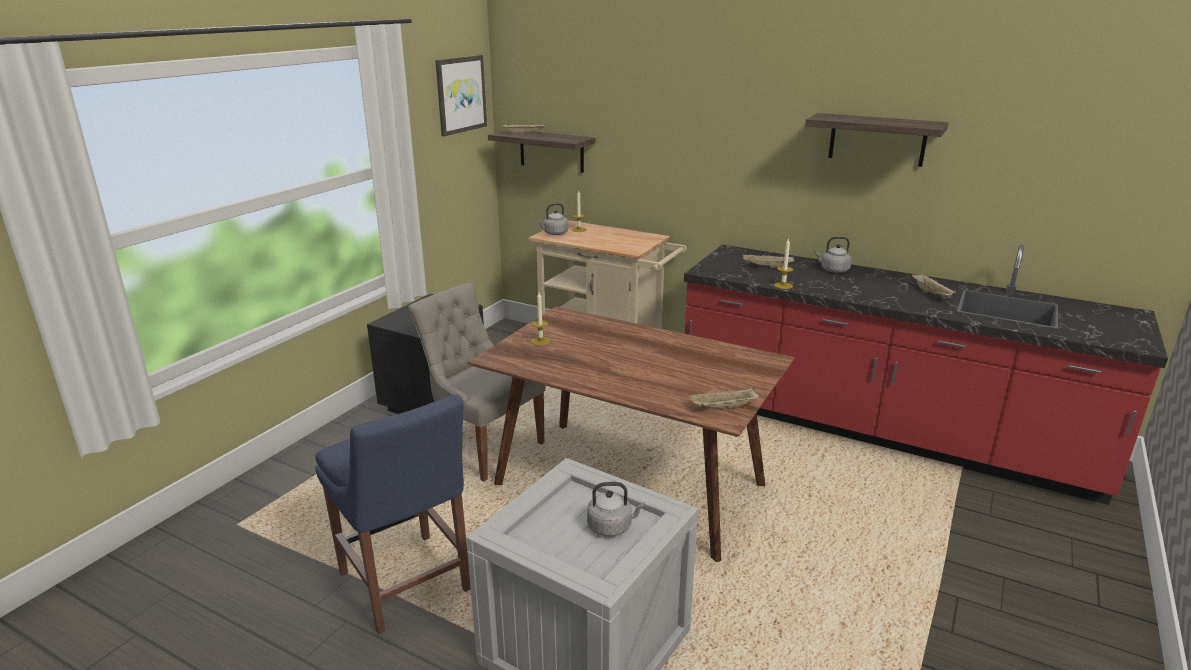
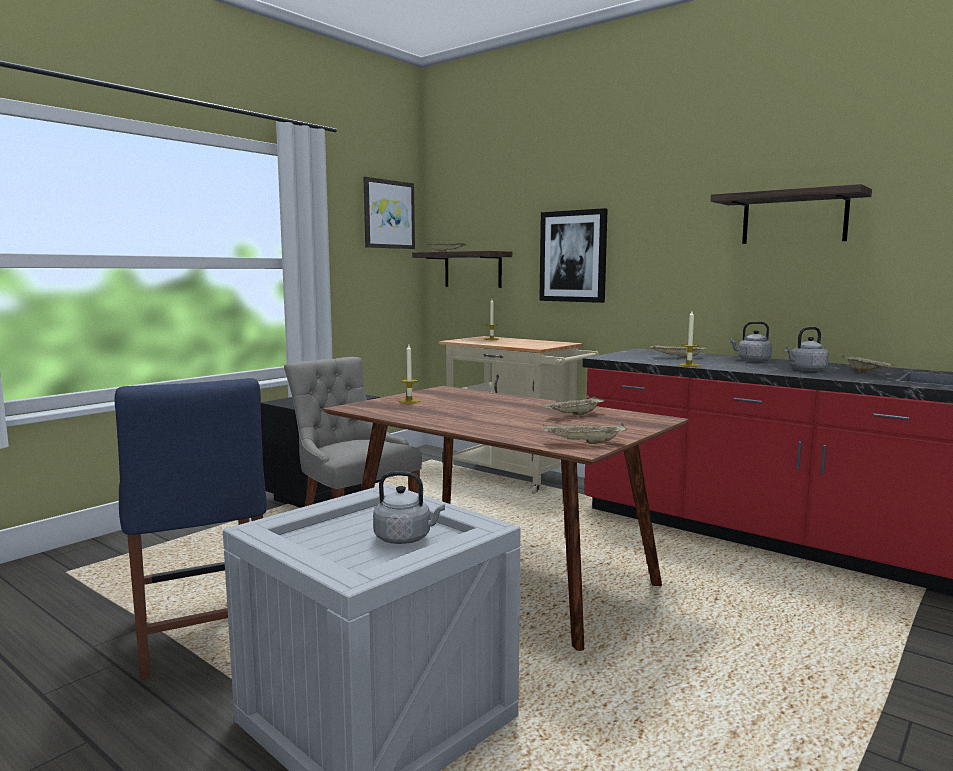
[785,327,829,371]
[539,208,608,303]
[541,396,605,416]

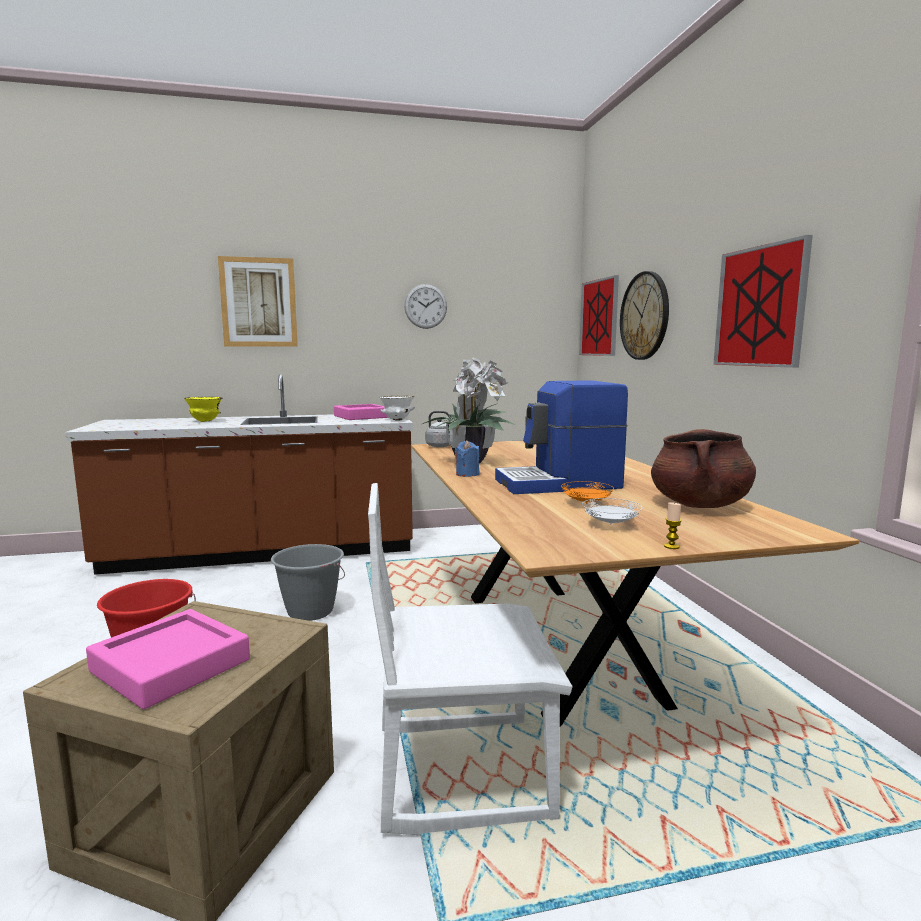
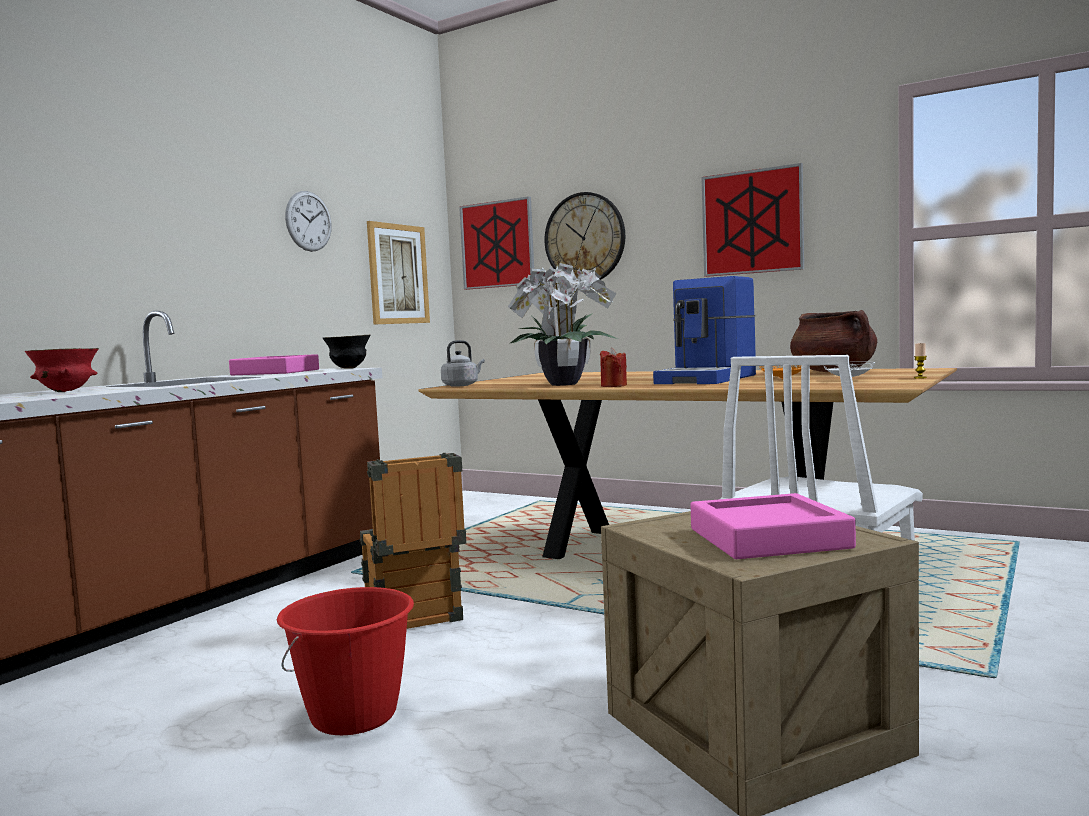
[25,348,99,392]
[367,221,430,324]
[360,453,466,629]
[323,335,370,369]
[600,348,627,387]

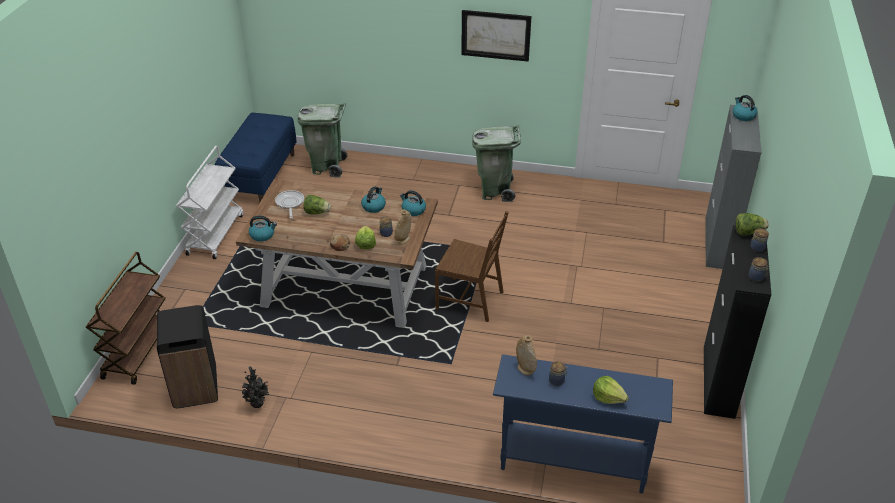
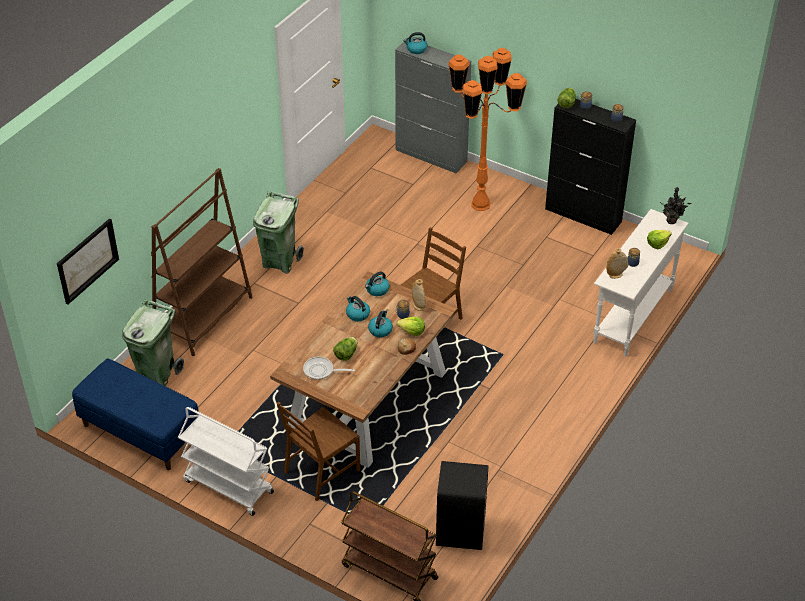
[660,187,691,224]
[368,310,393,337]
[57,218,119,305]
[593,209,689,356]
[151,168,253,356]
[277,402,360,501]
[448,48,527,211]

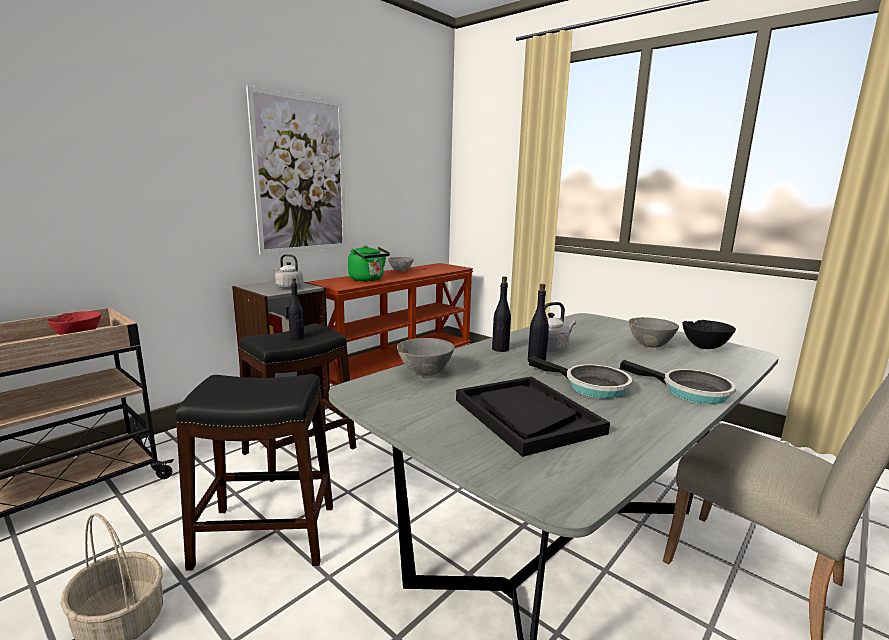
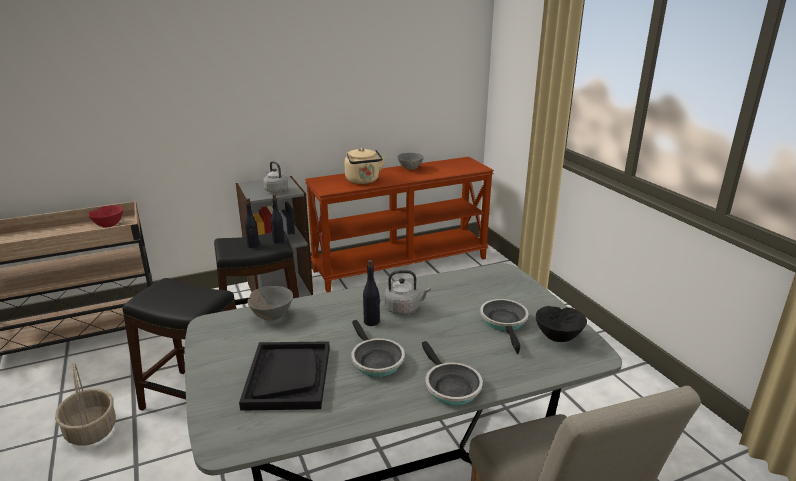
[246,86,346,255] (first image)
[344,148,385,184]
[271,194,284,244]
[480,299,529,354]

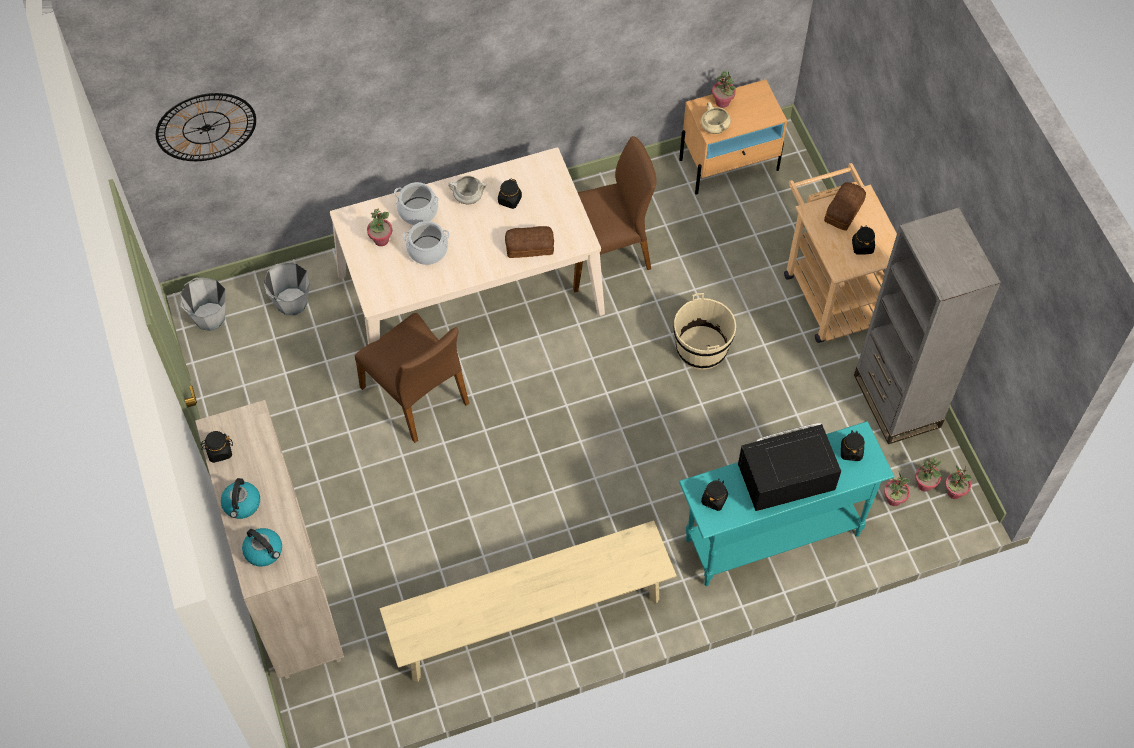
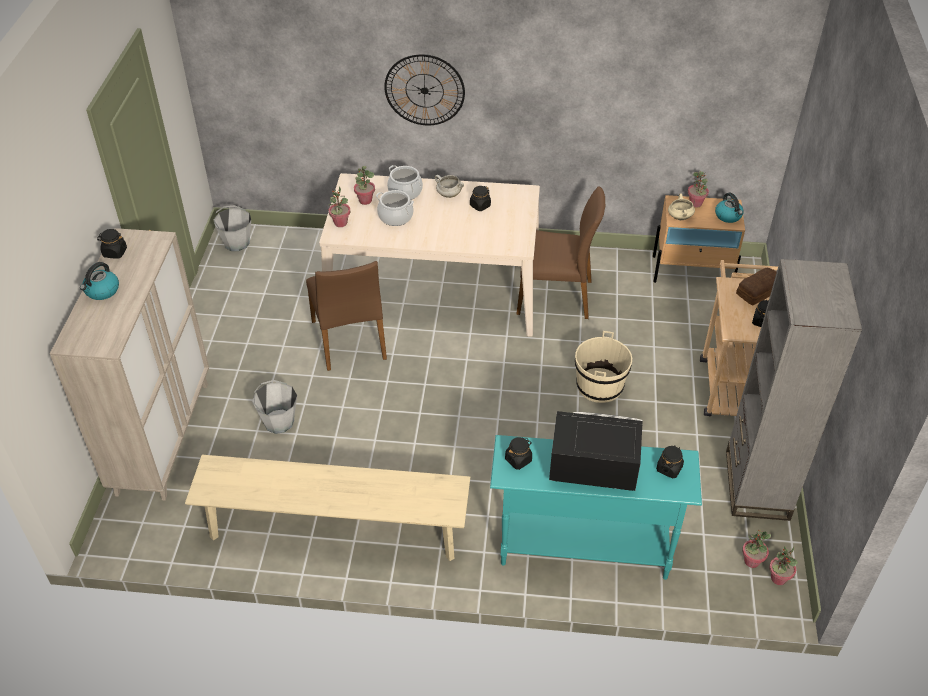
[384,54,465,125]
[715,193,744,223]
[252,380,297,434]
[505,226,554,258] (first image)
[328,186,350,227]

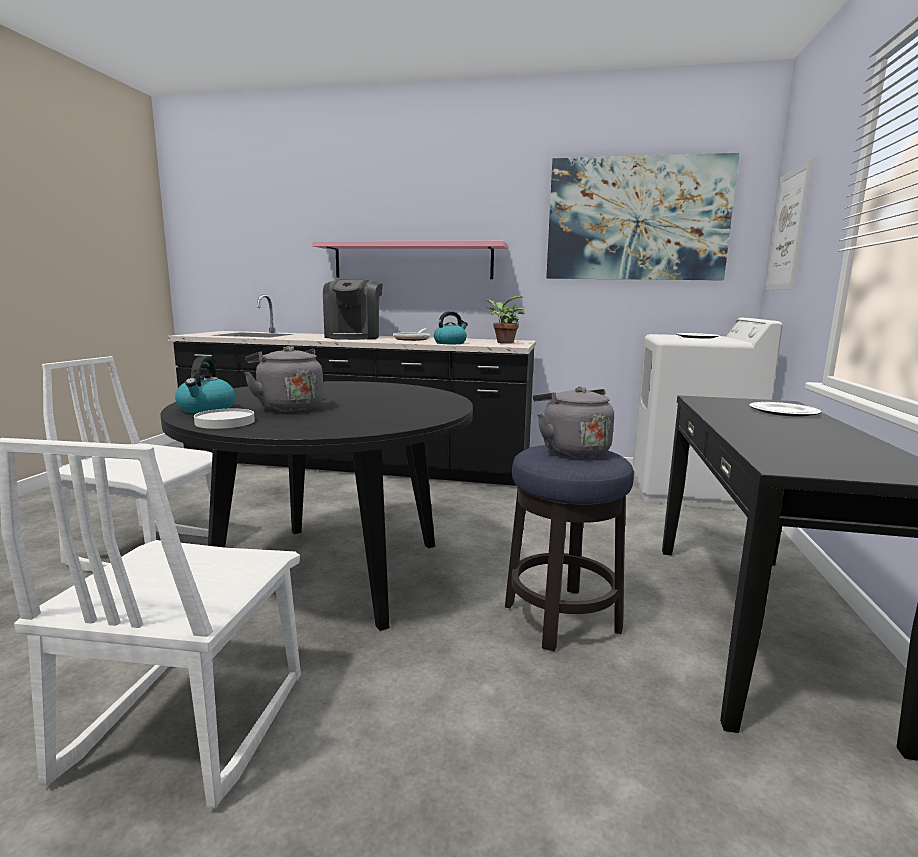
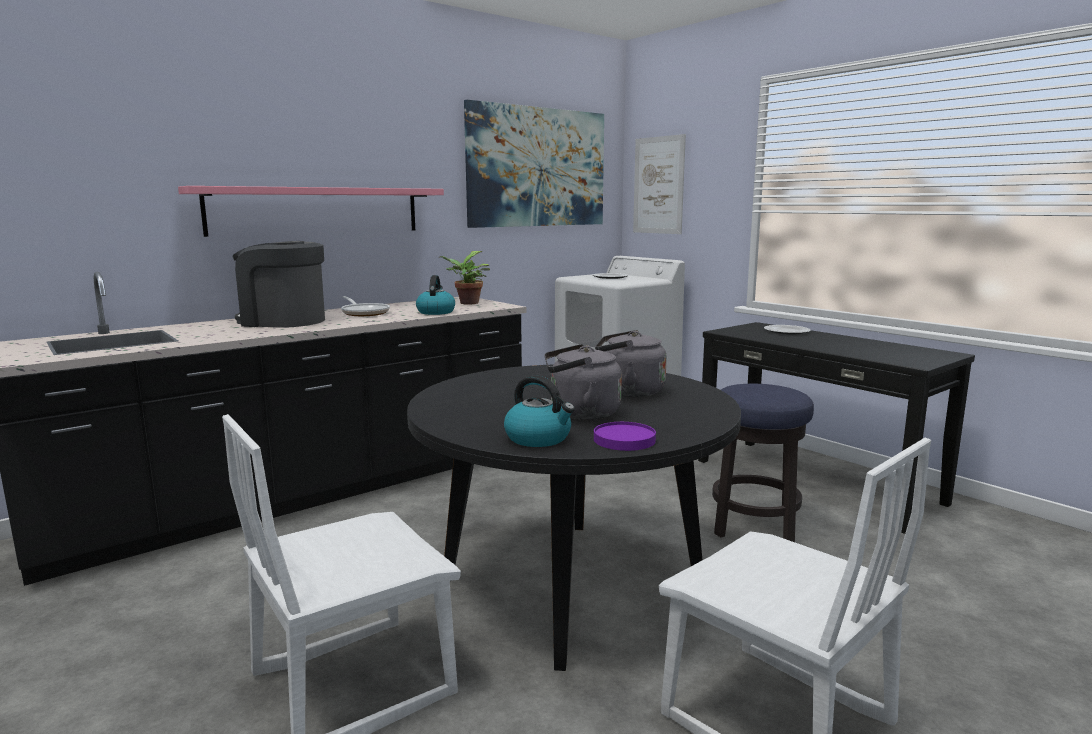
[594,422,656,451]
[232,241,325,328]
[595,330,667,397]

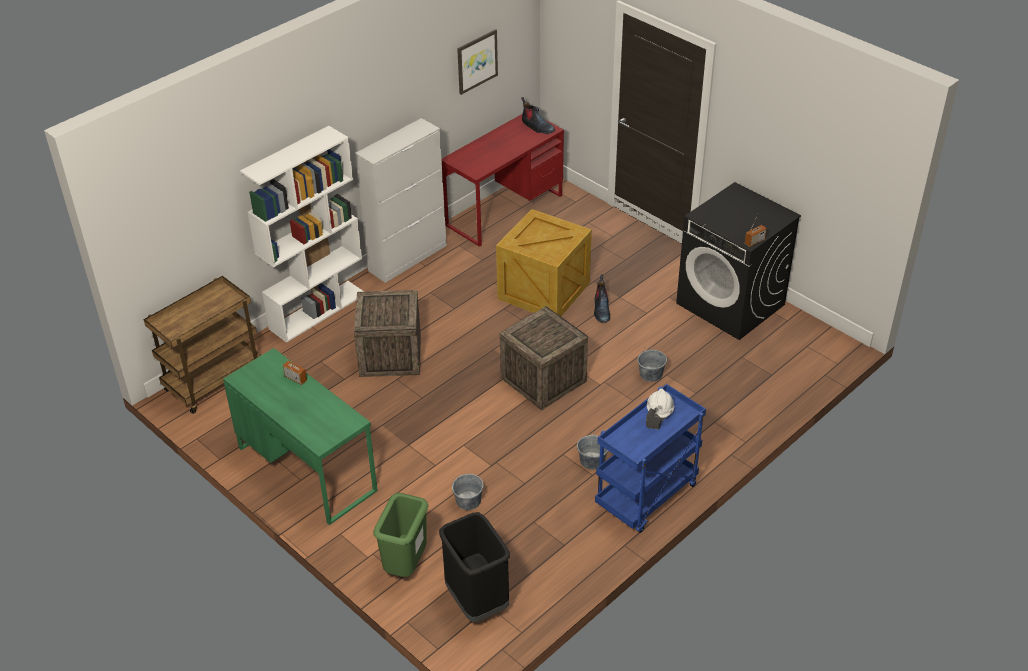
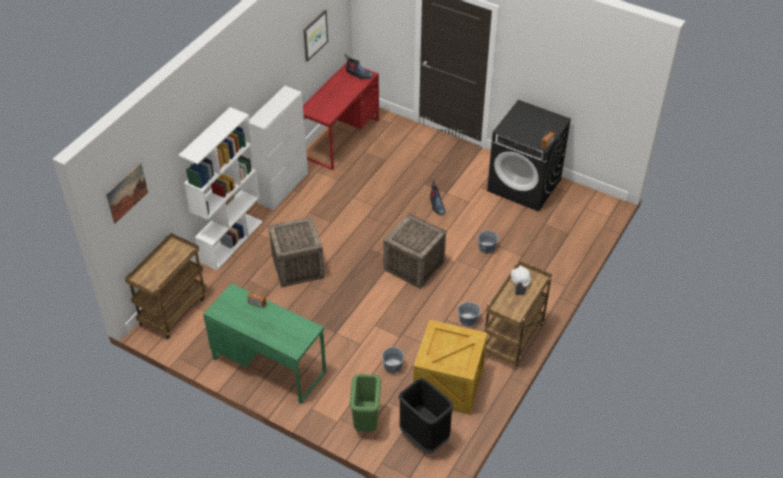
[413,320,487,415]
[485,261,552,366]
[106,163,148,224]

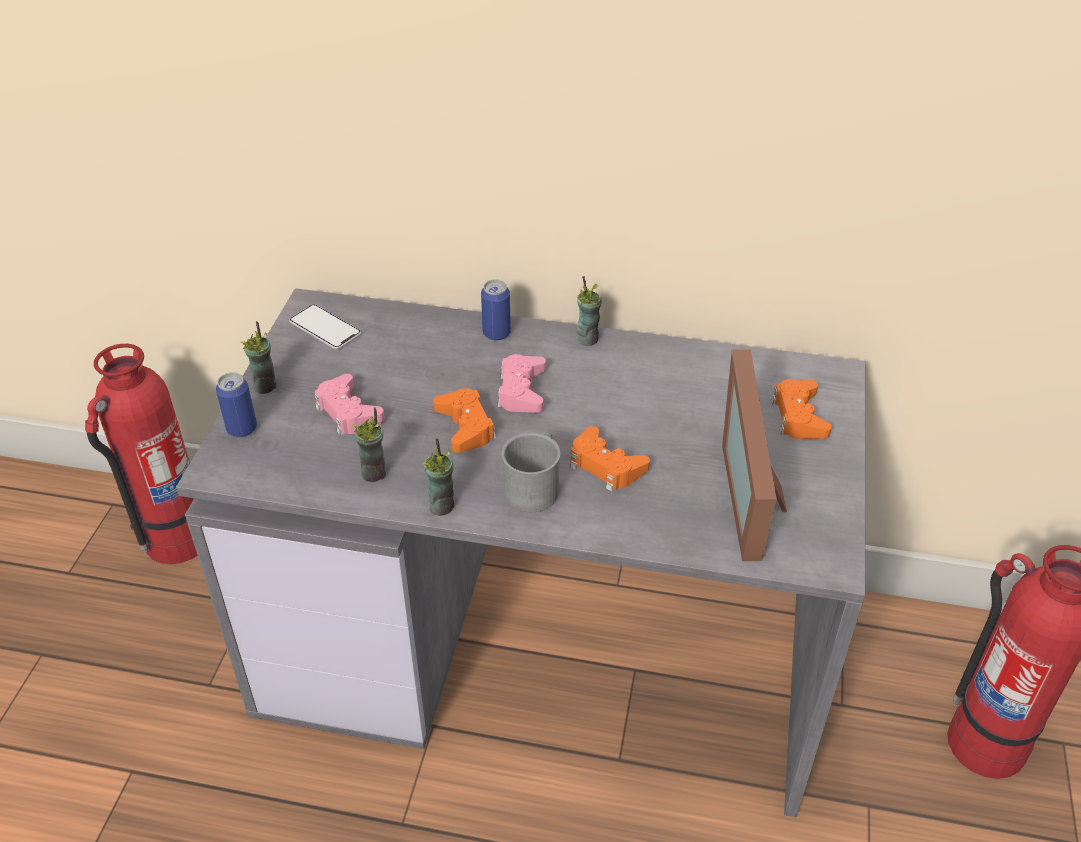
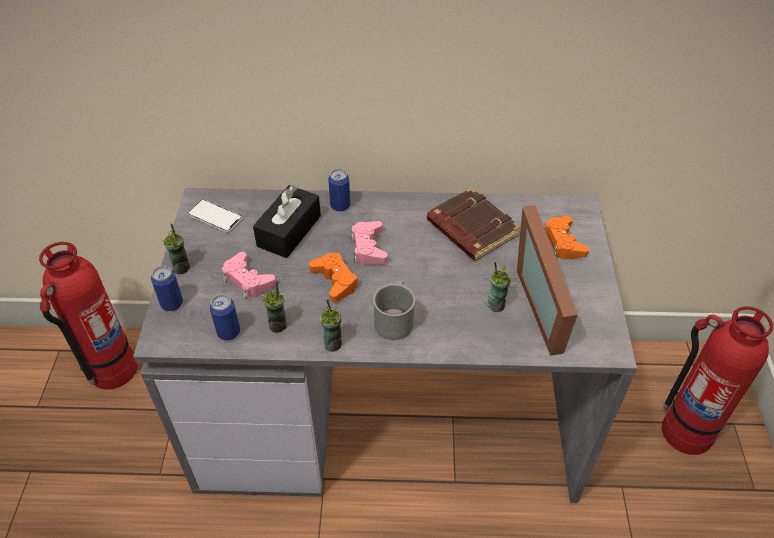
[570,426,650,492] (first image)
[486,262,511,312]
[210,294,240,340]
[253,185,321,258]
[427,188,520,261]

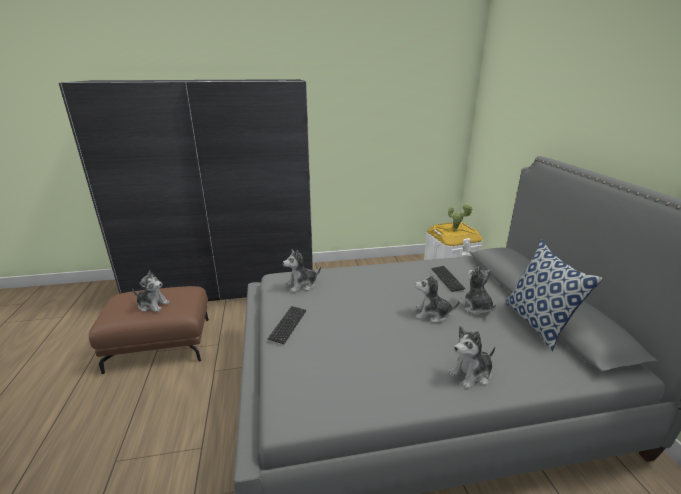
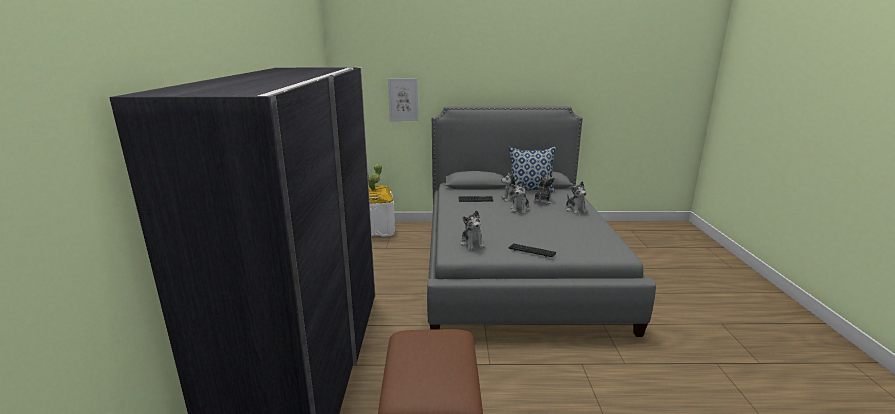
[533,173,555,204]
[388,78,418,121]

